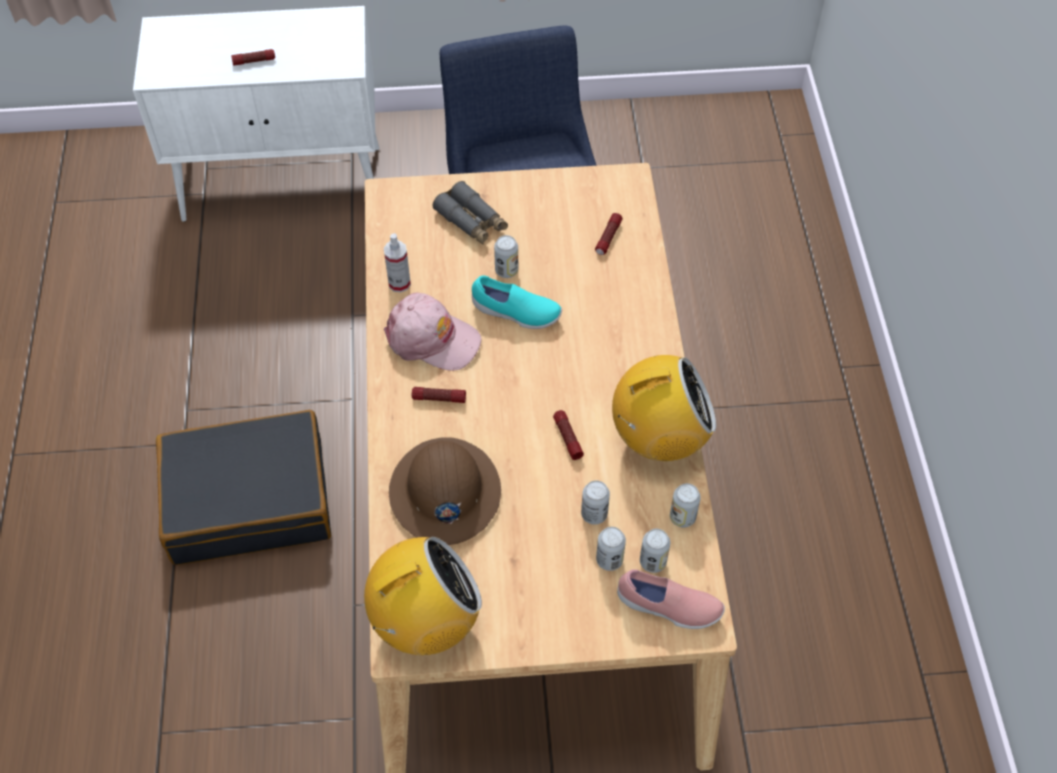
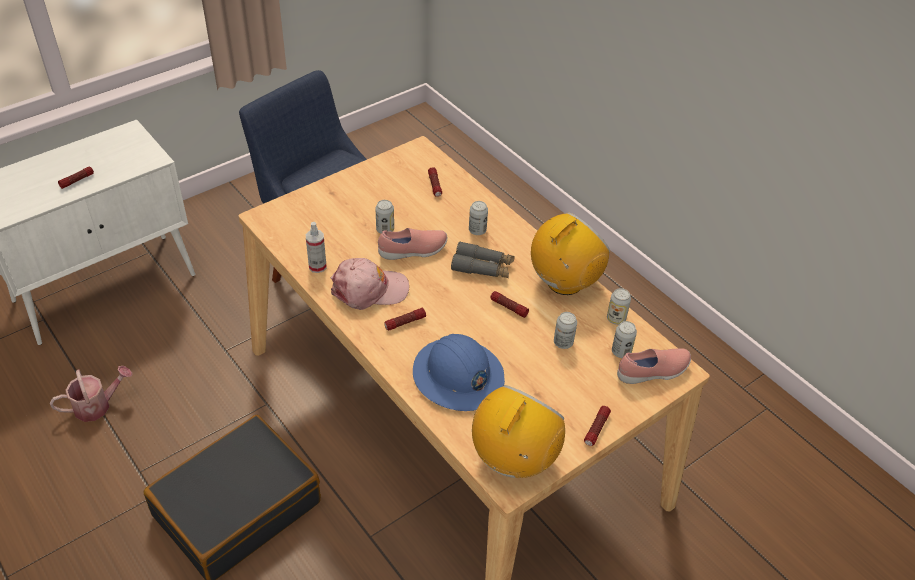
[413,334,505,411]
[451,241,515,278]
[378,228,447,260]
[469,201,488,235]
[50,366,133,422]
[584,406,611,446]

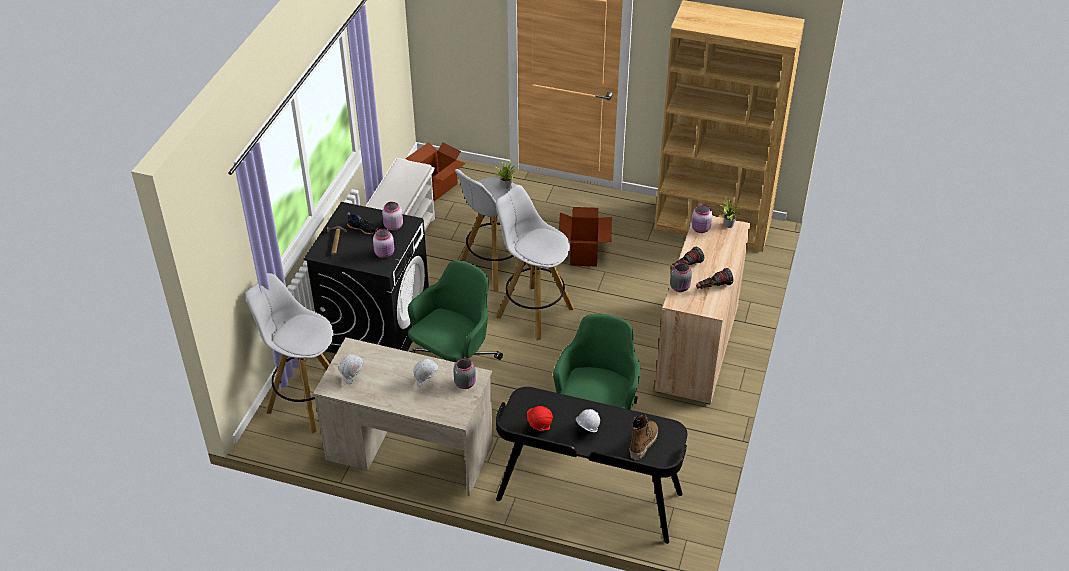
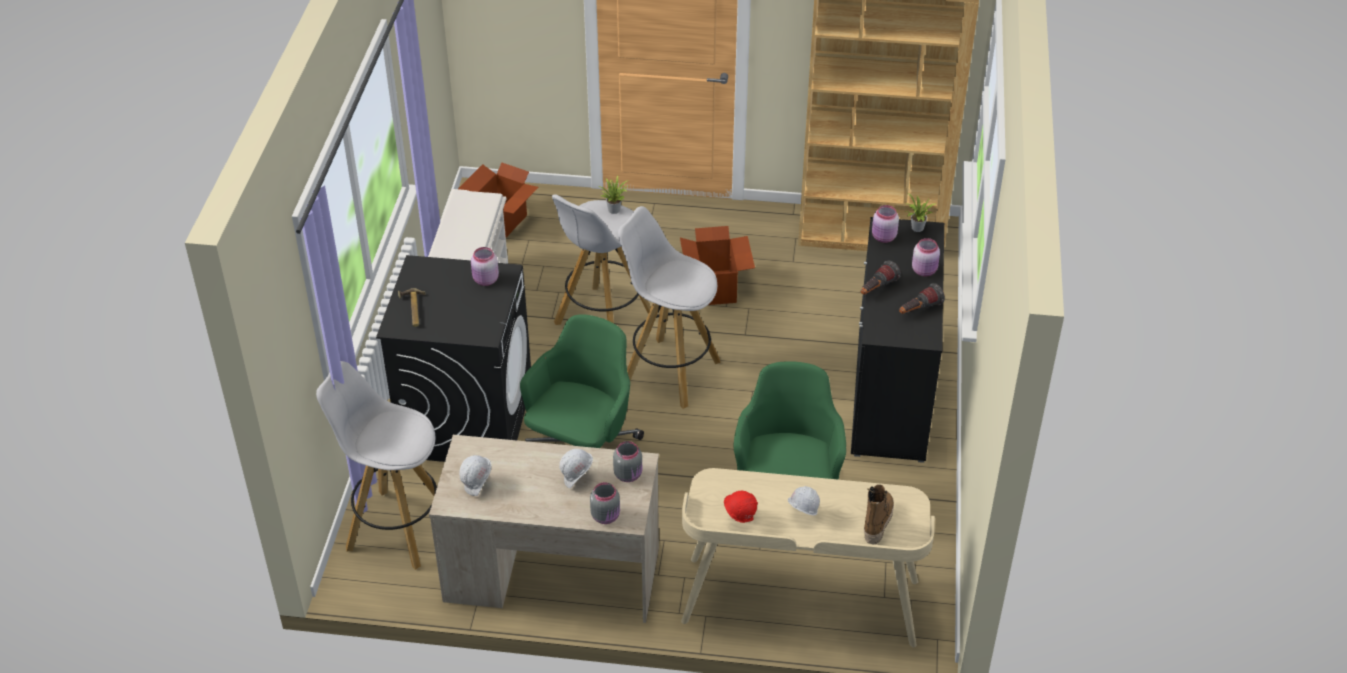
[347,212,378,234] (first image)
[912,238,940,276]
[681,468,935,647]
[851,217,944,463]
[590,482,620,524]

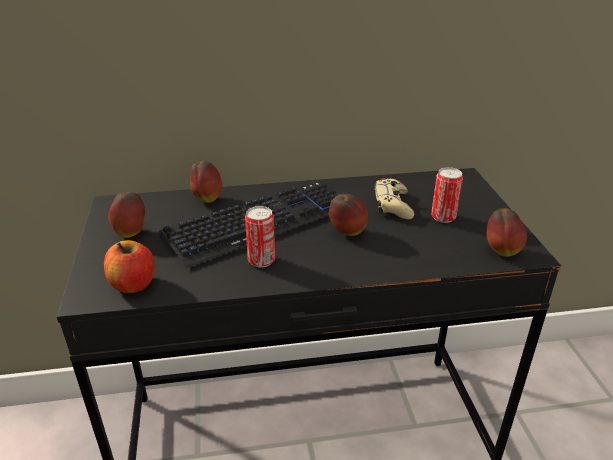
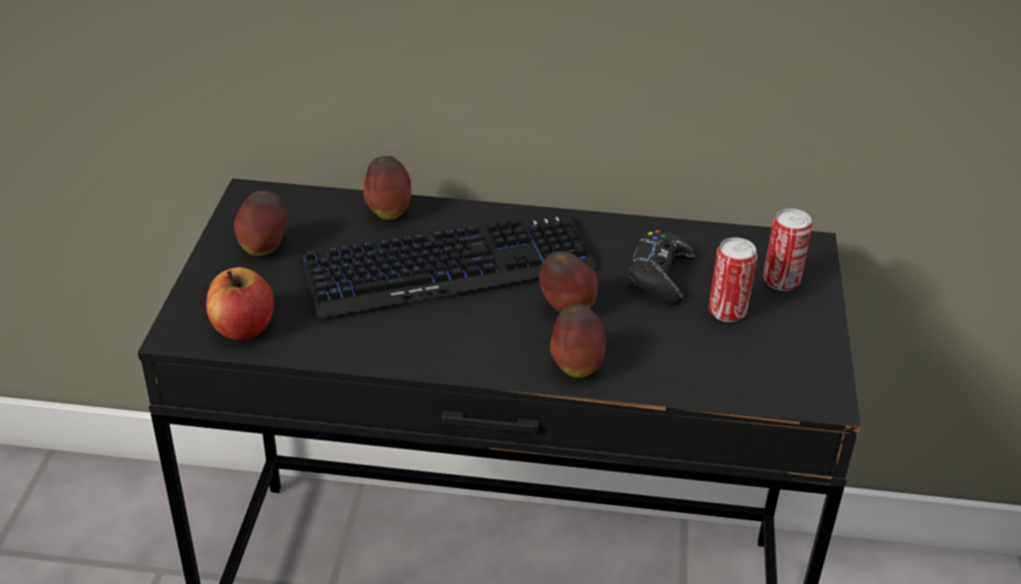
[763,208,812,291]
[628,230,694,305]
[550,304,606,378]

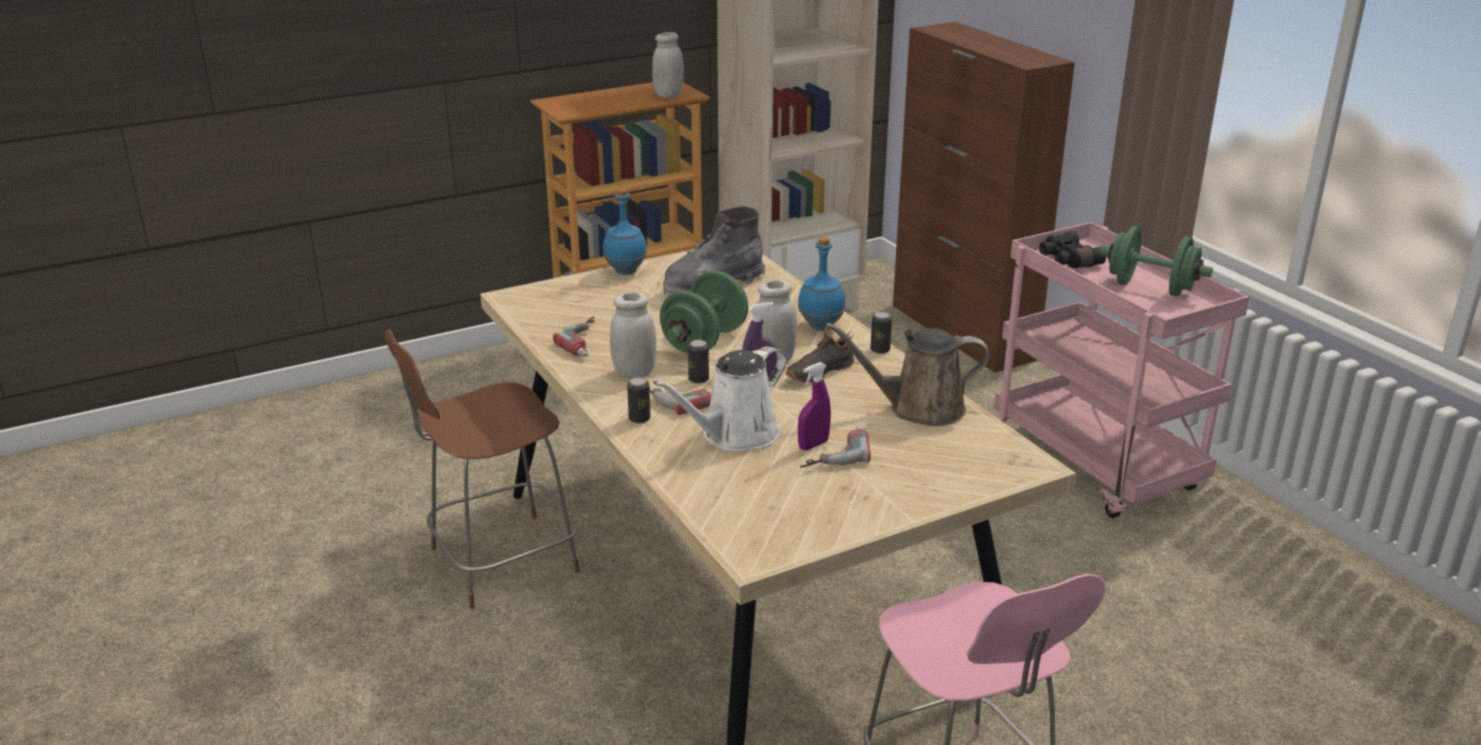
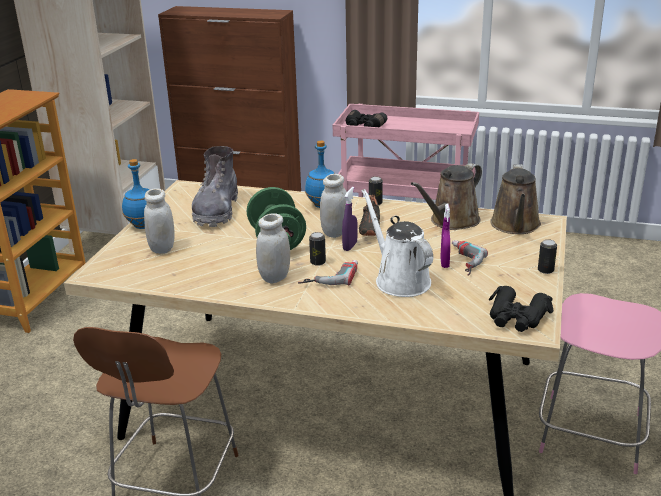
[553,317,595,357] (first image)
[538,239,557,274]
[144,188,175,254]
[362,189,433,297]
[1100,226,1213,296] (first image)
[489,286,553,332]
[490,164,541,234]

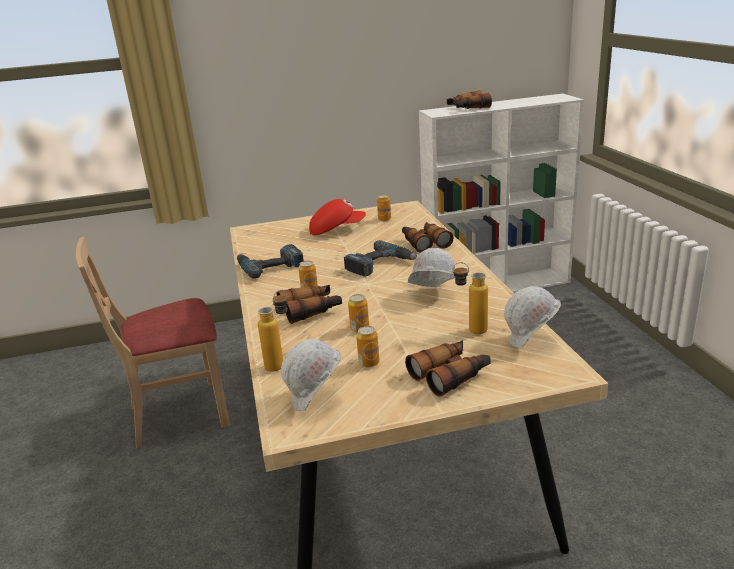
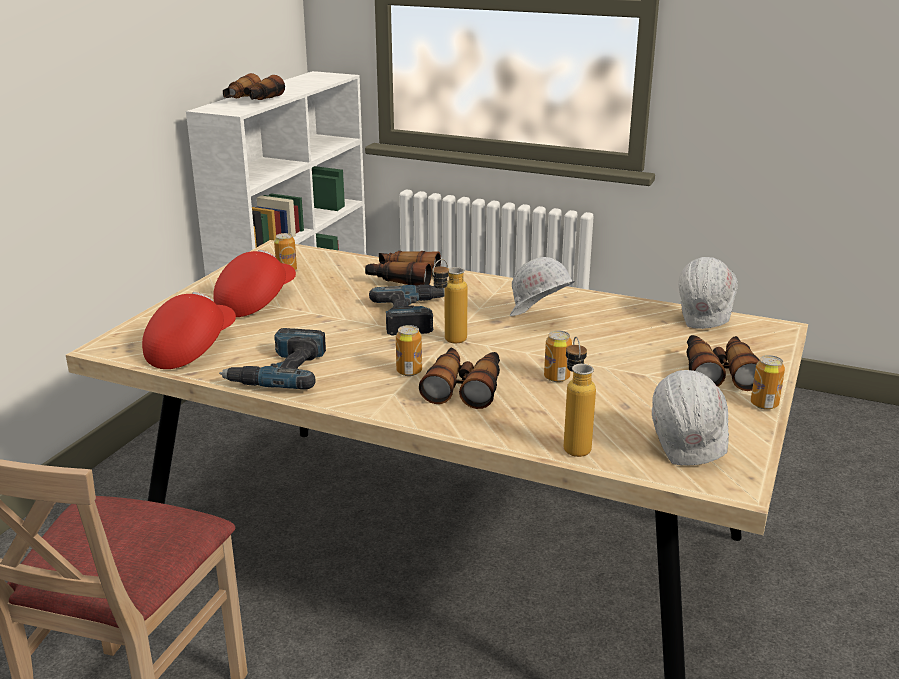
[751,355,785,410]
[432,259,468,344]
[142,292,236,369]

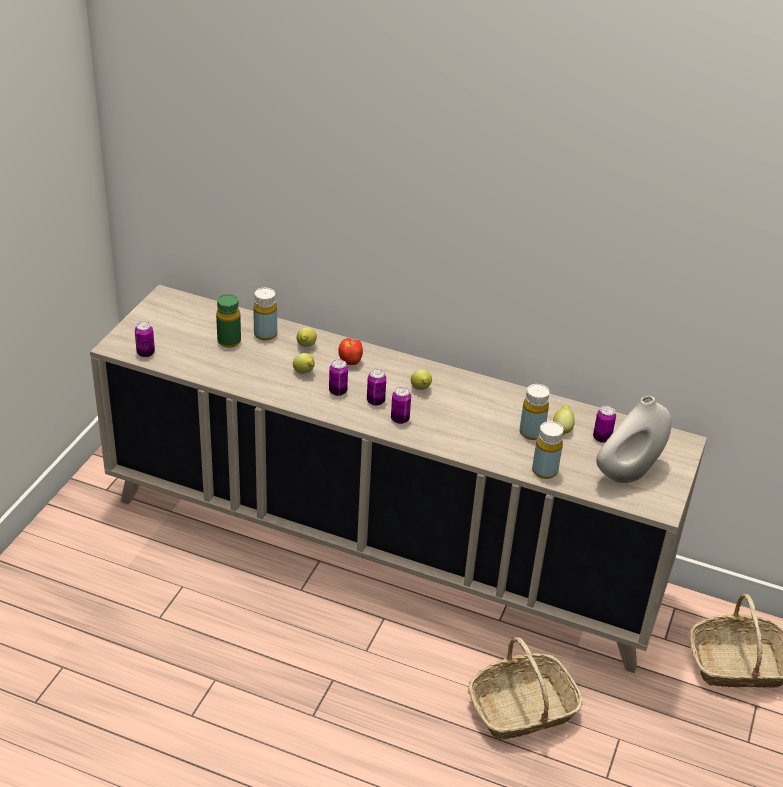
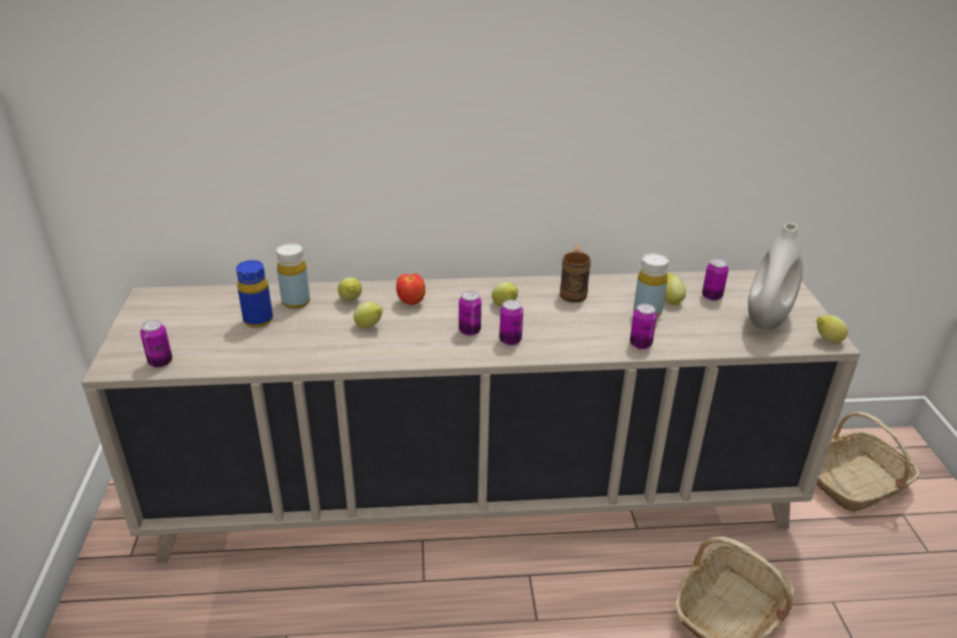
[236,260,273,328]
[630,304,657,349]
[532,421,564,479] (first image)
[560,245,591,303]
[816,315,848,343]

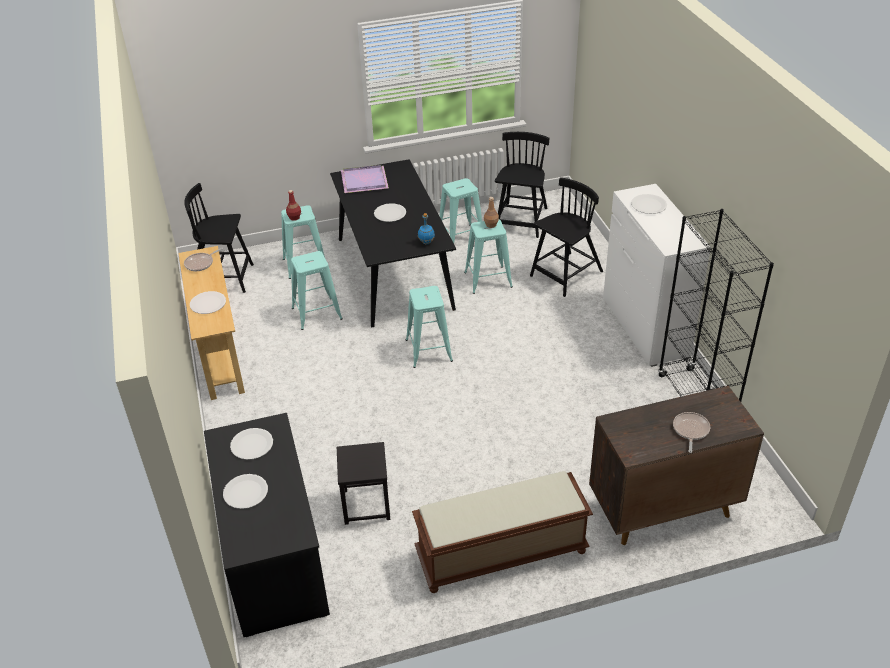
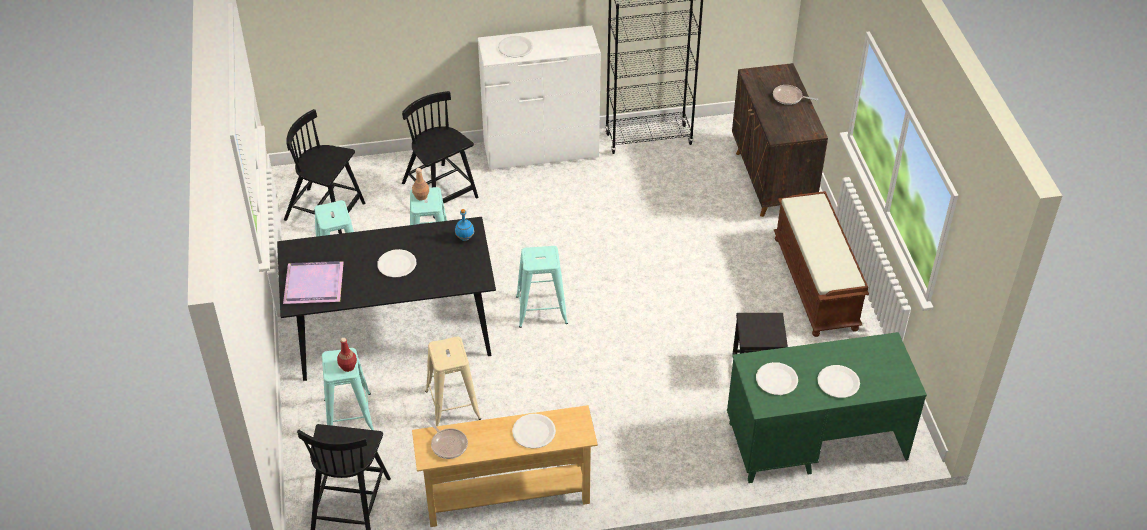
[727,332,927,483]
[425,336,481,426]

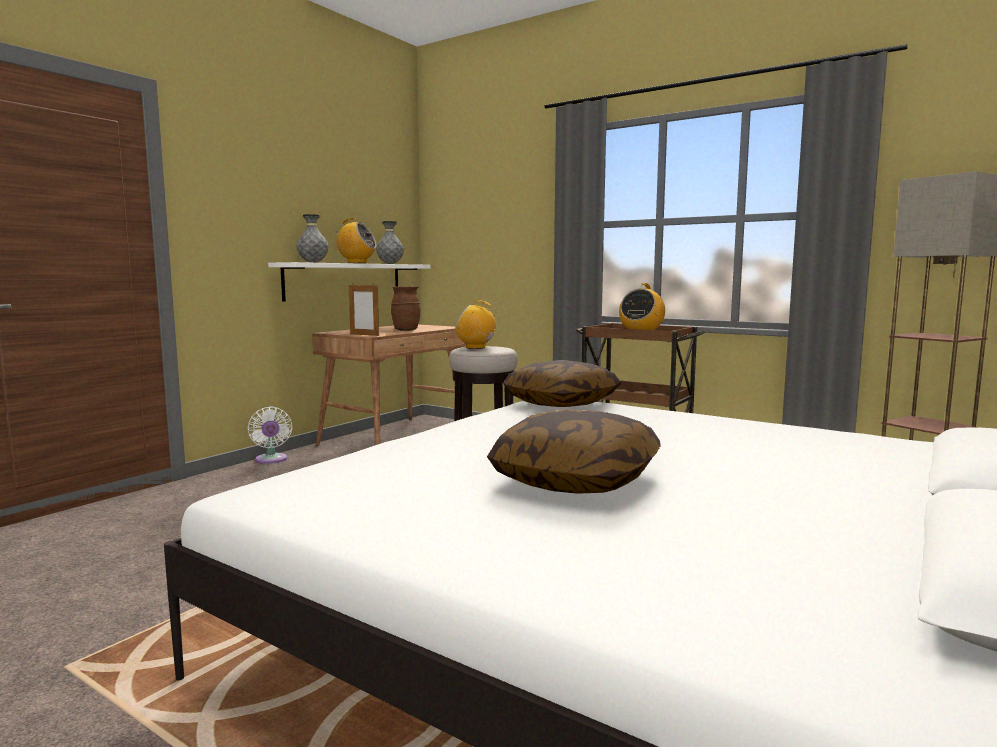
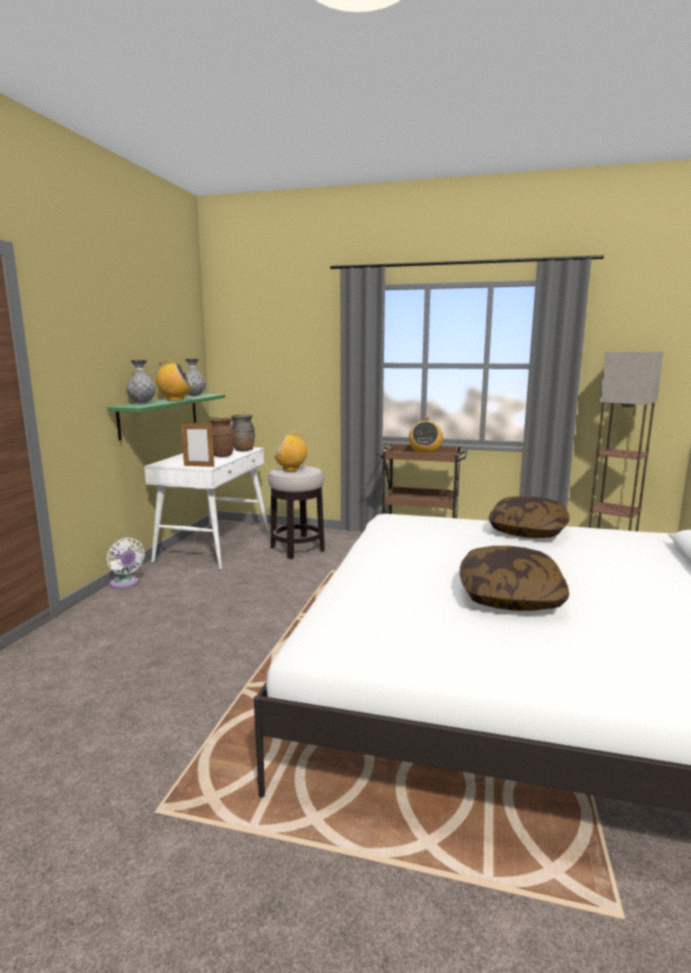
[107,394,225,441]
[144,447,269,570]
[488,496,570,538]
[231,414,255,451]

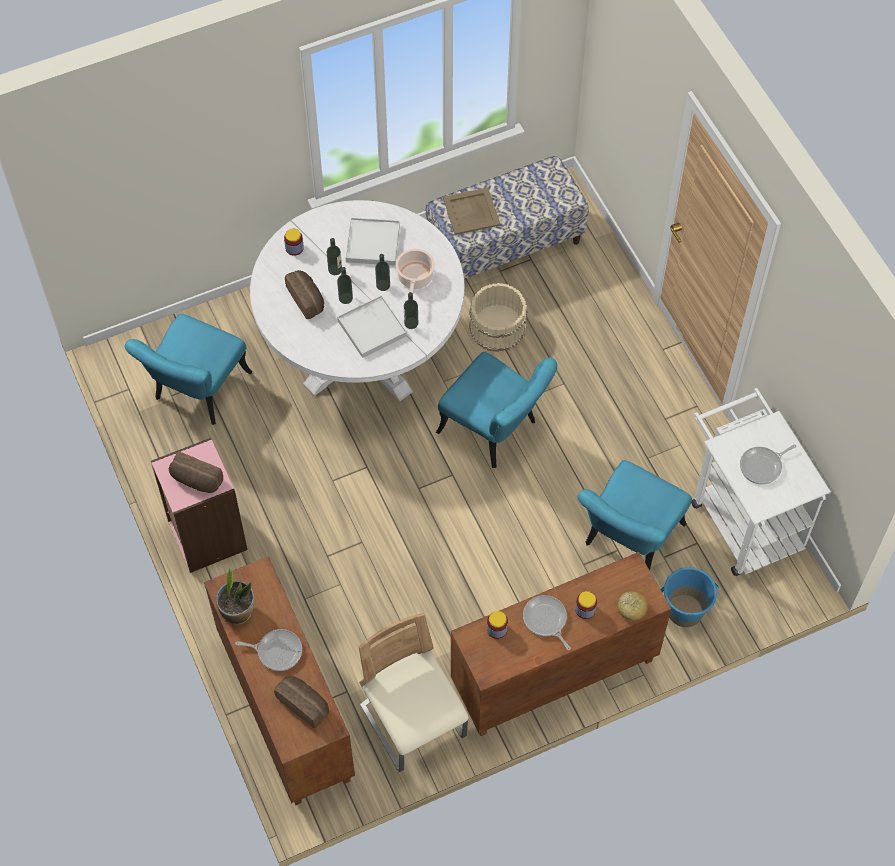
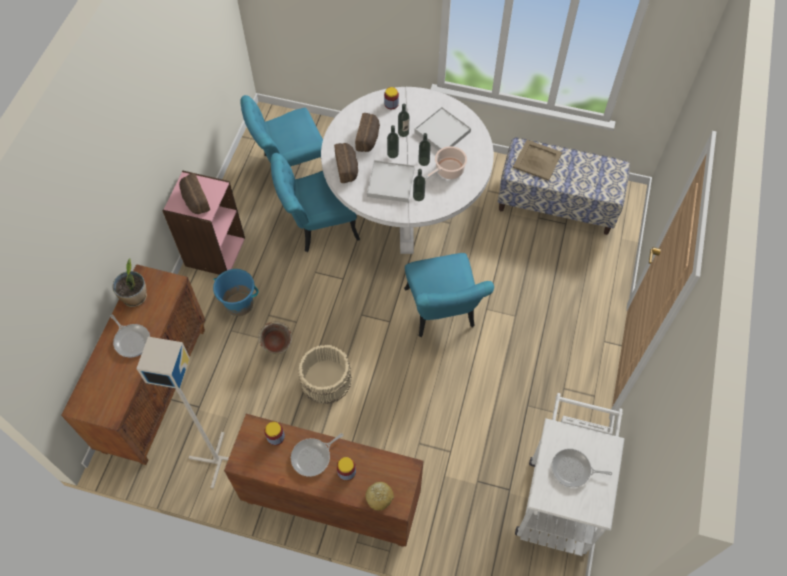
[334,143,358,183]
[136,337,229,489]
[298,345,352,404]
[291,433,343,477]
[271,153,360,252]
[213,269,259,316]
[258,321,292,354]

